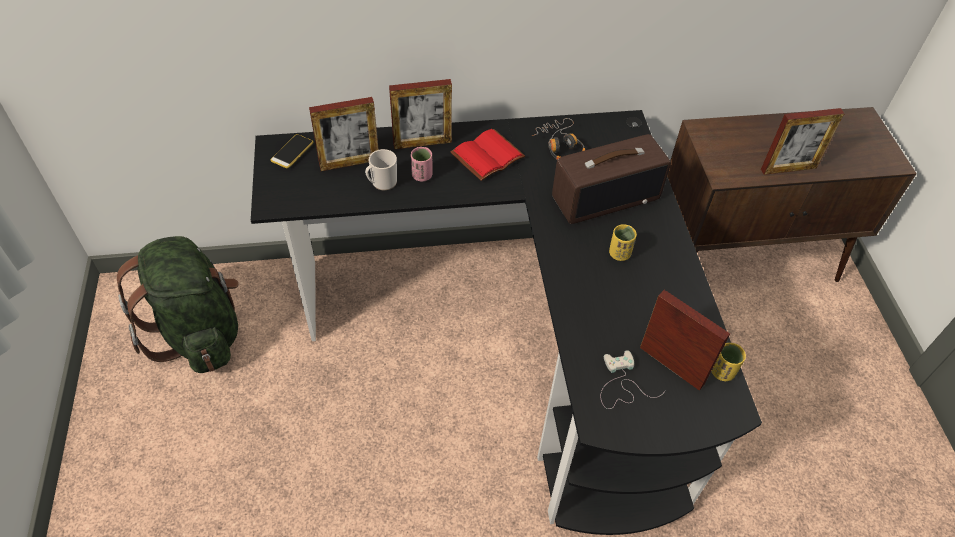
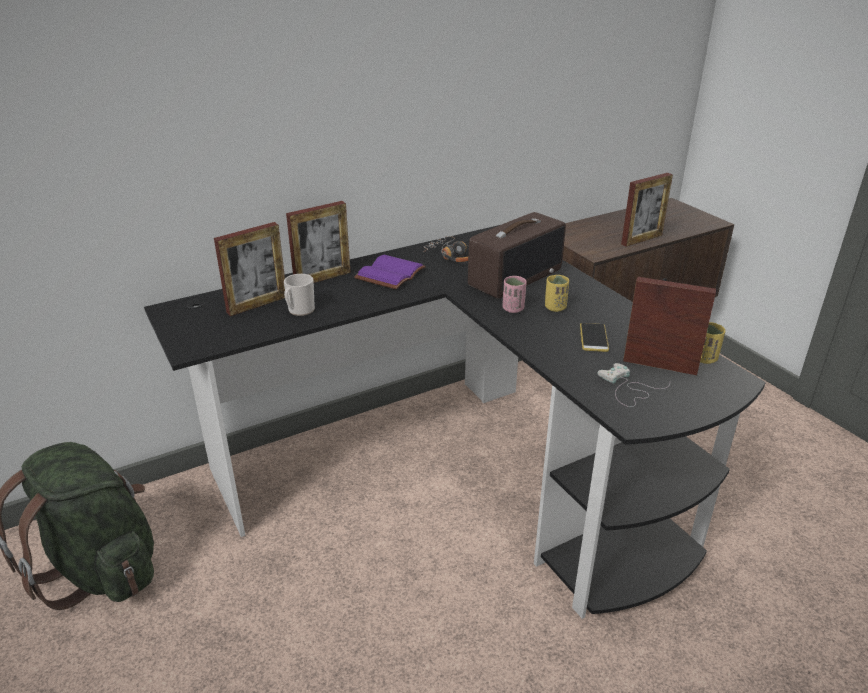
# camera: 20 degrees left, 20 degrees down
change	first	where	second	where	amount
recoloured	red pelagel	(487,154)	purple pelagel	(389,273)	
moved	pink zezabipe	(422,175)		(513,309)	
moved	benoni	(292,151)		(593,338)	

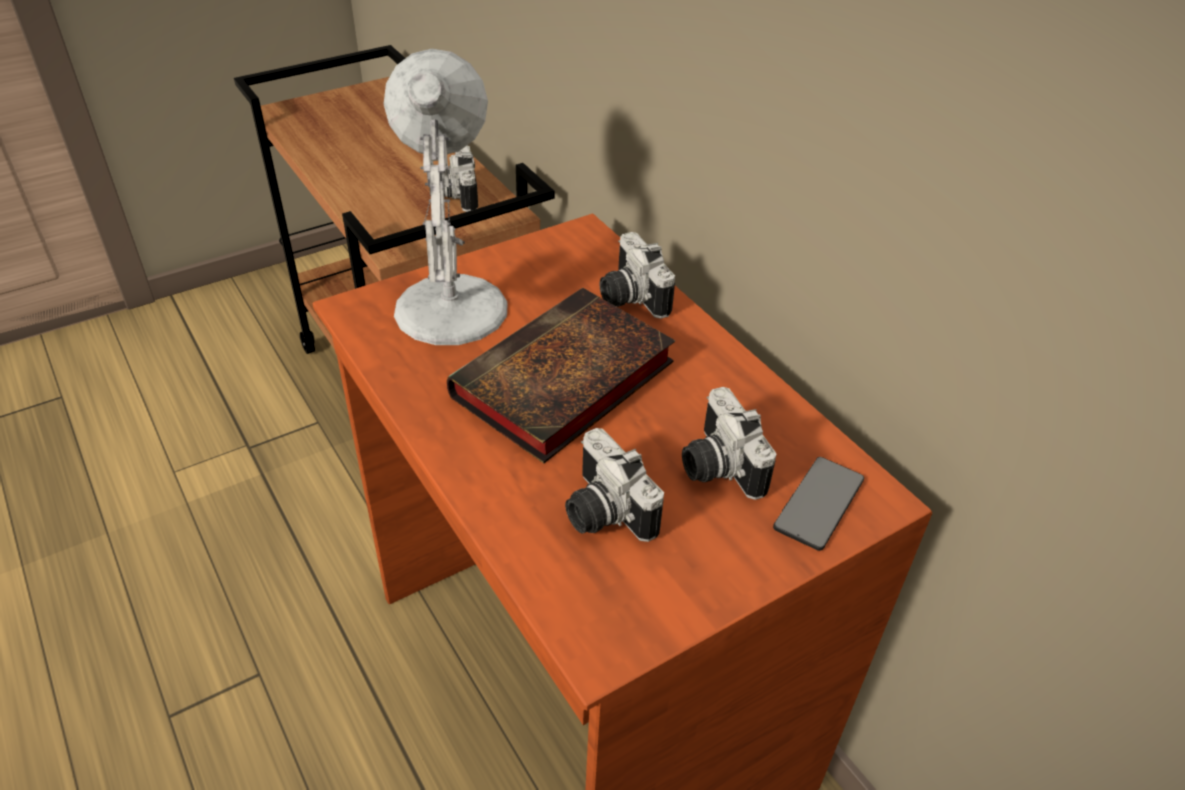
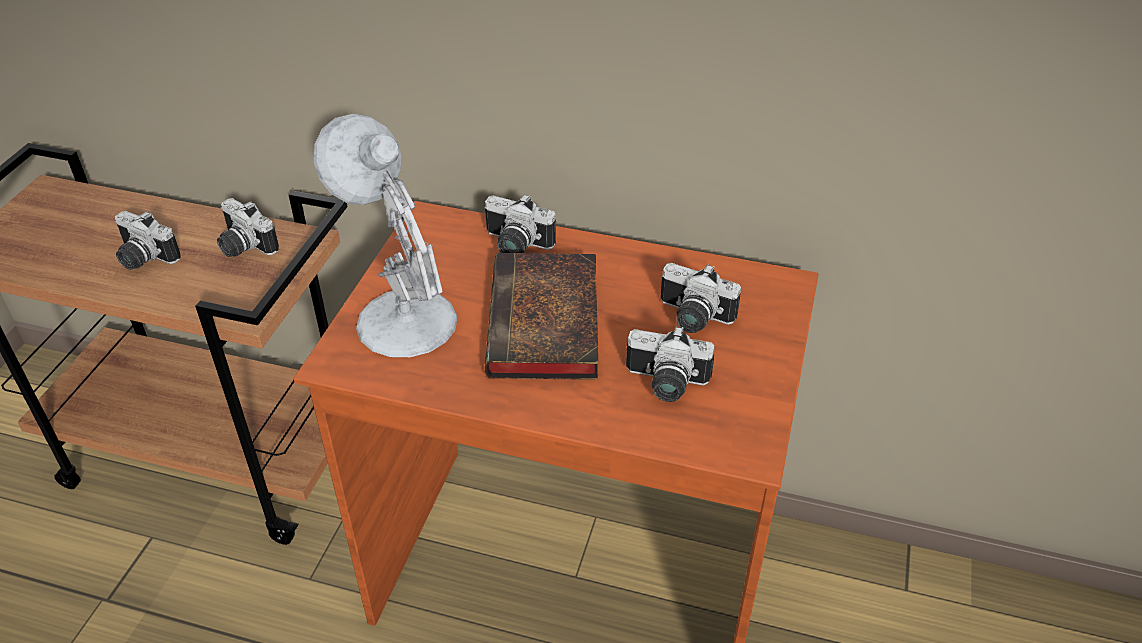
# camera: 40 degrees left, 0 degrees up
change	first	where	second	where	amount
added			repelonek	(142,258)	
removed	benoni	(818,504)			

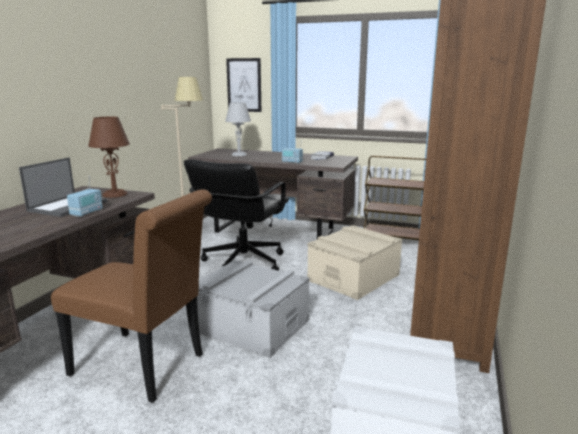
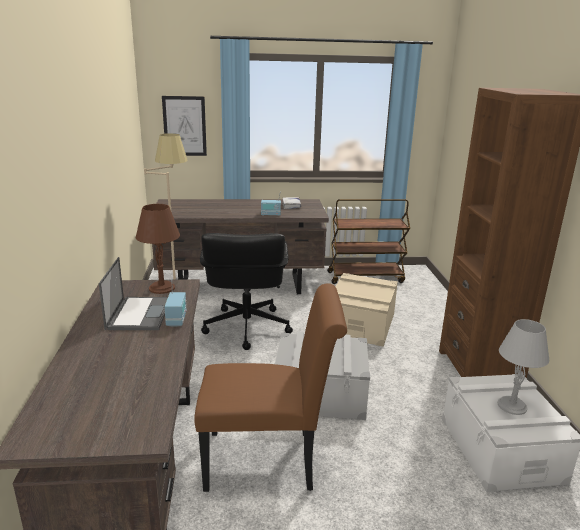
# camera: 25 degrees left, 5 degrees up
change	first	where	second	where	amount
moved	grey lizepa	(239,155)		(511,405)	

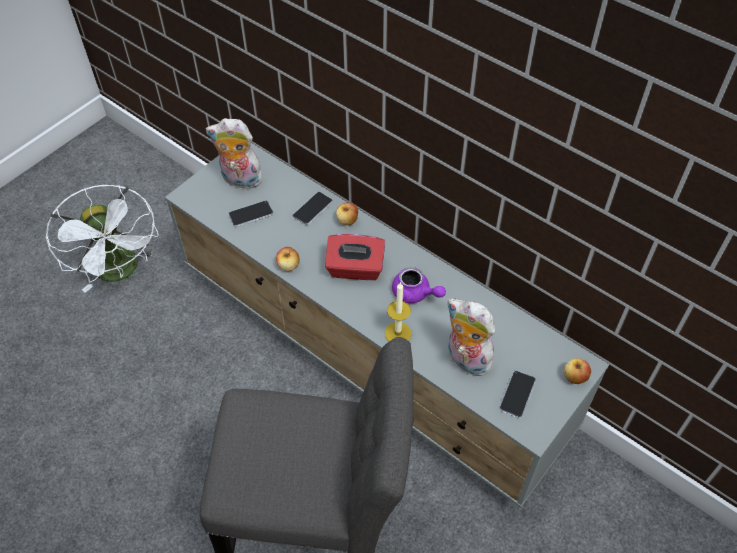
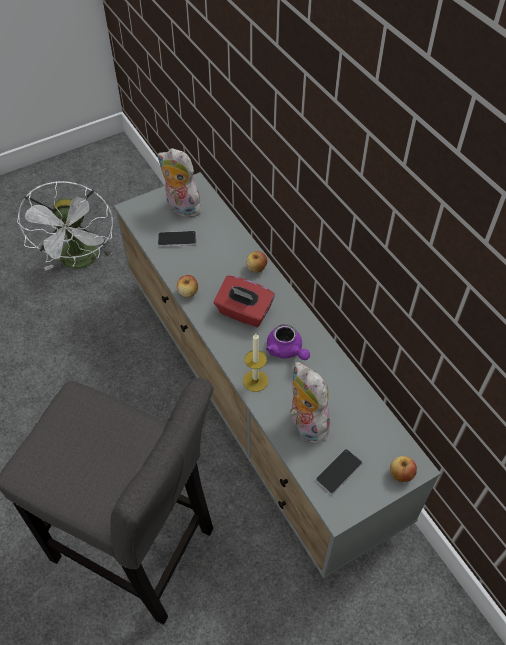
# camera: 20 degrees right, 0 degrees up
change	first	where	second	where	amount
removed	benoni	(312,209)			

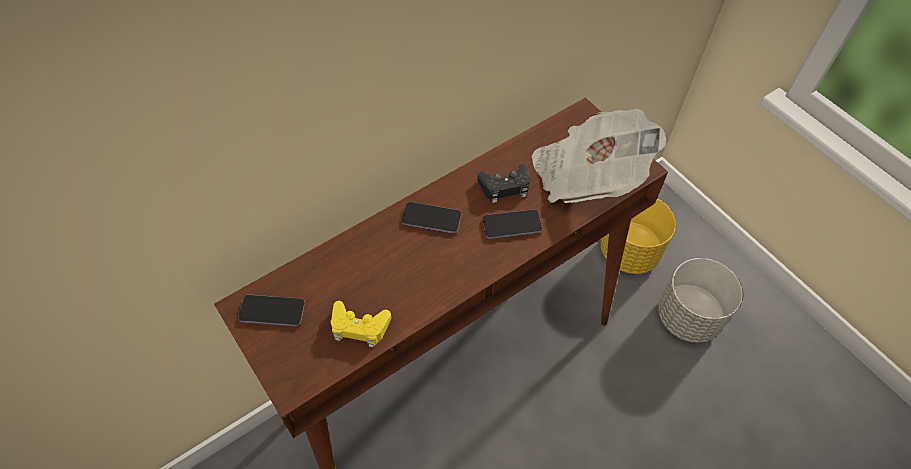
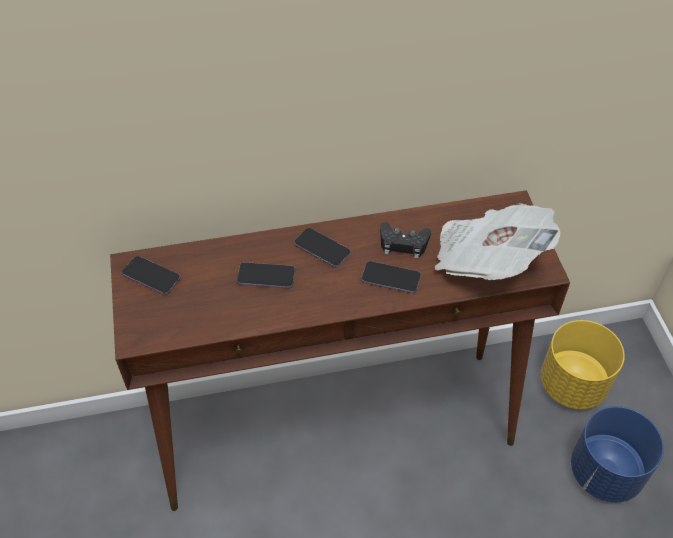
# camera: 25 degrees right, 5 degrees down
change	first	where	second	where	amount
added			benoni	(266,276)	
recoloured	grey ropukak	(688,317)	blue ropukak	(605,473)	
removed	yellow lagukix	(359,327)			

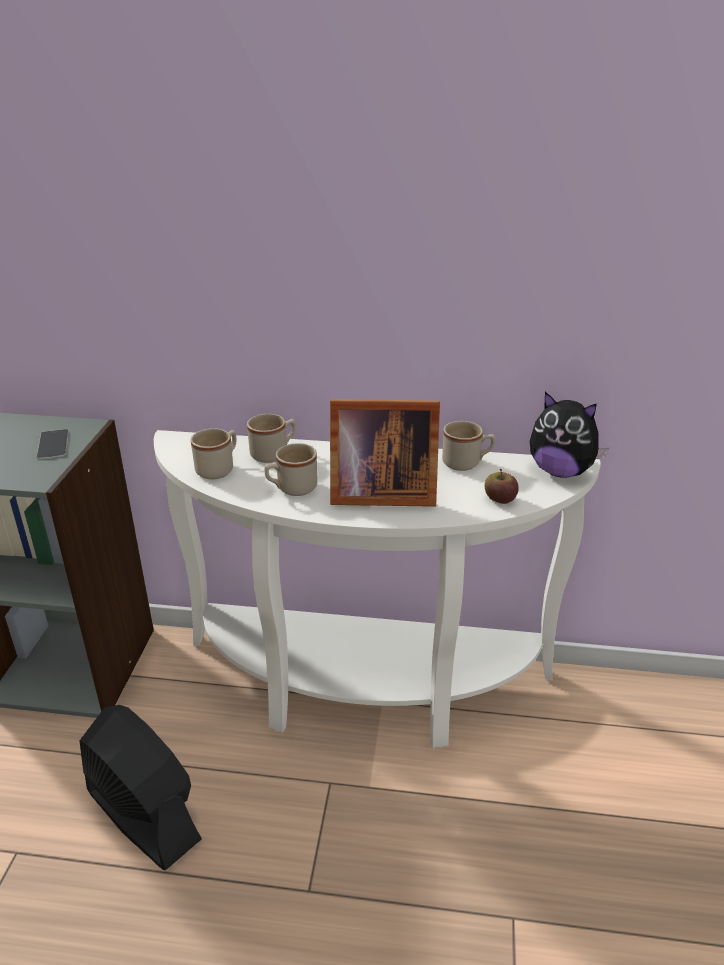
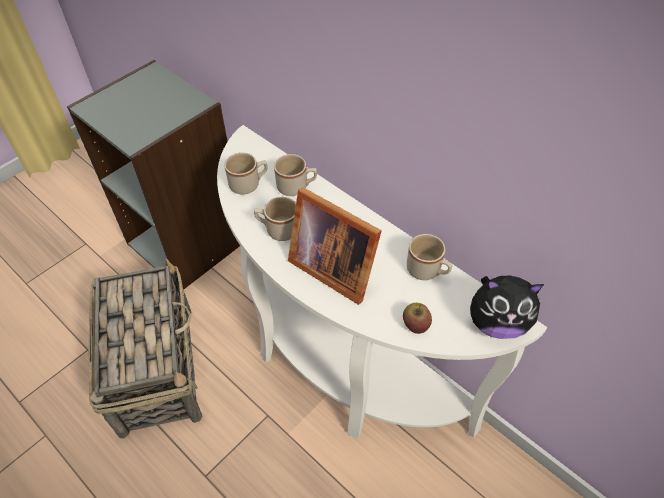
# camera: 35 degrees right, 20 degrees up
change	first	where	second	where	amount
replaced	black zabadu	(143,814)	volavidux	(157,367)	
turned	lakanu	(561,471)		(496,323)	60 degrees counterclockwise
removed	benoni	(53,444)			

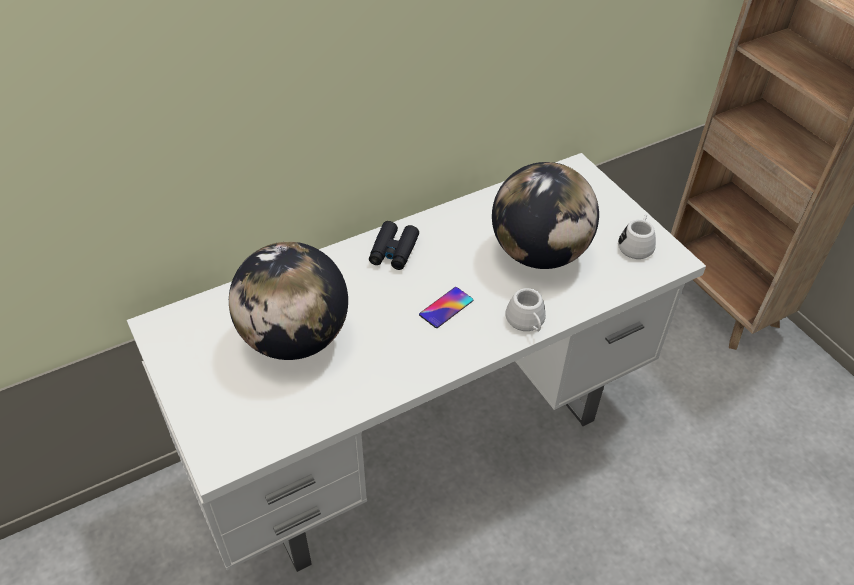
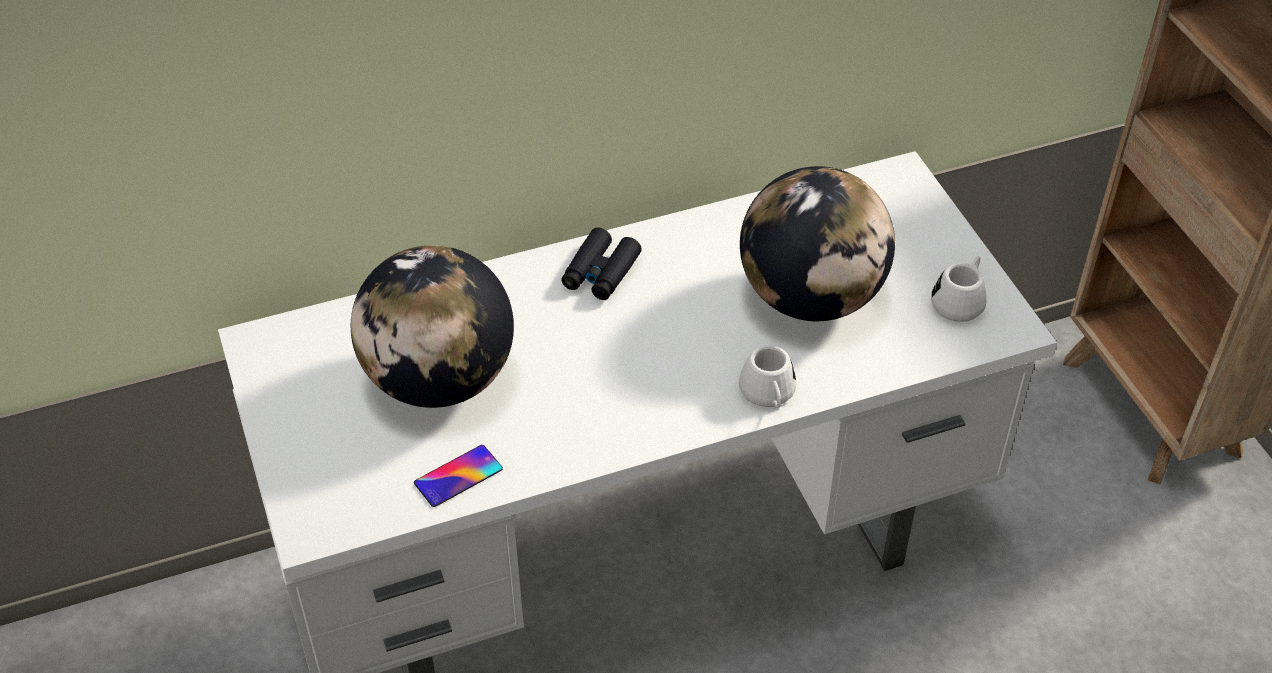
# camera: 10 degrees right, 0 degrees up
change	first	where	second	where	amount
moved	benoni	(446,307)		(458,476)	

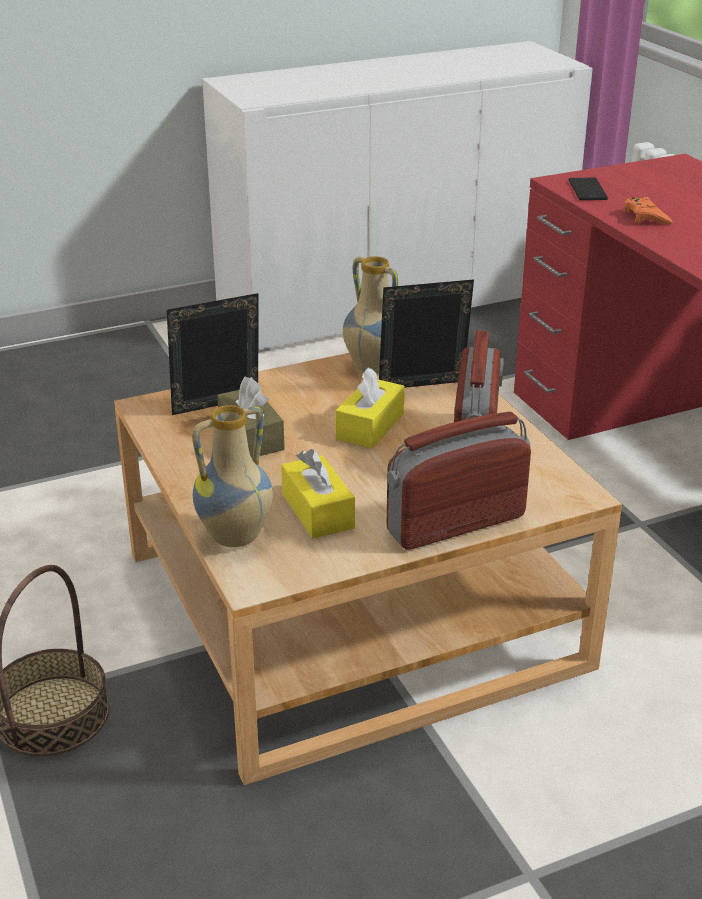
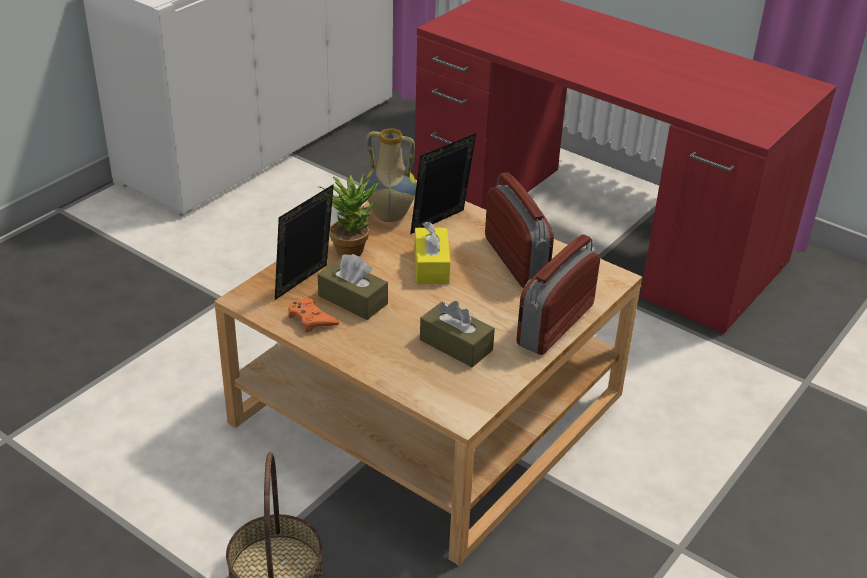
# camera: 30 degrees left, 5 degrees up
change	first	where	second	where	amount
moved	orange lagukix	(645,217)		(311,319)	
added			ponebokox	(352,247)	
recoloured	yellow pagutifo	(317,511)	brown pagutifo	(456,345)	
removed	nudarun	(235,538)			
removed	benoni	(587,190)			

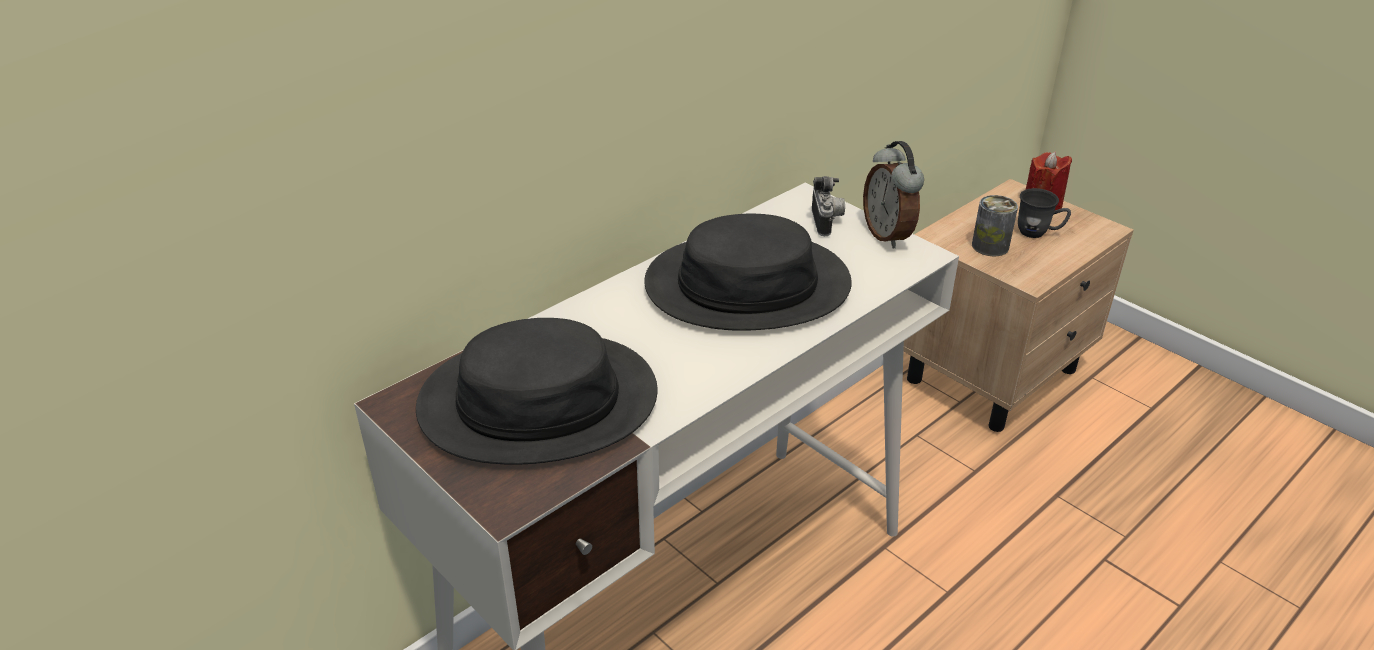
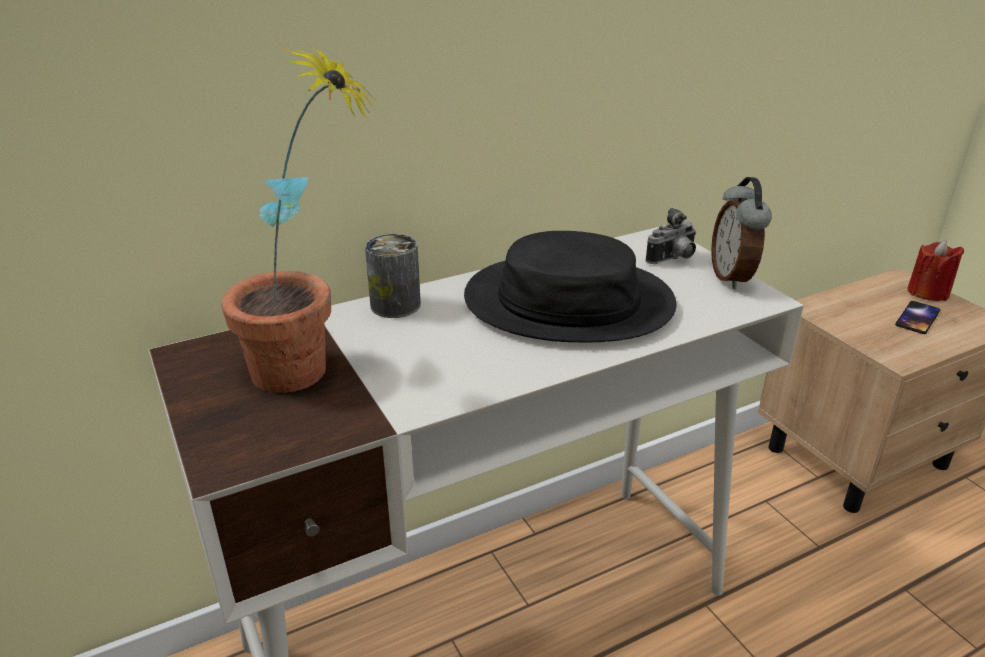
# camera: 15 degrees right, 5 degrees down
change	first	where	second	where	amount
replaced	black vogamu	(538,401)	ponebokox	(312,373)	
moved	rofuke	(990,246)		(395,305)	
turned	repelonek	(827,222)		(673,259)	45 degrees clockwise
replaced	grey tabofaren	(1038,233)	benoni	(917,318)	

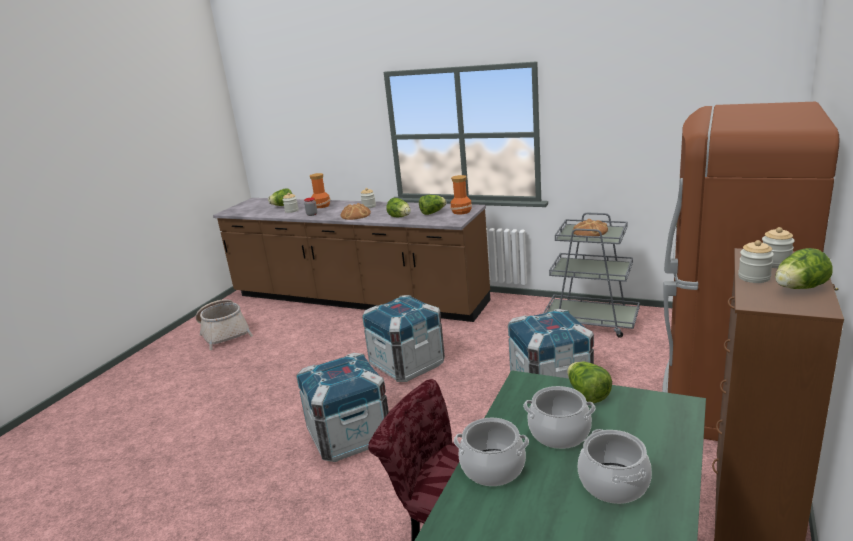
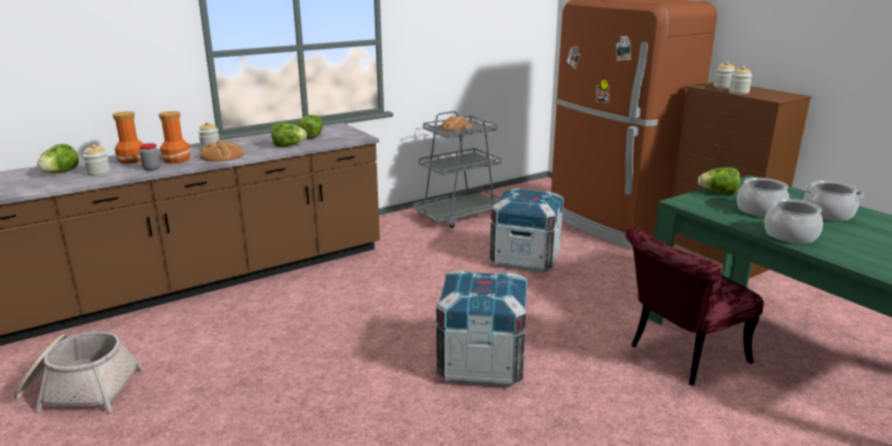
# camera: 60 degrees left, 0 degrees up
change	first	where	second	where	amount
moved	nudarun	(461,211)		(177,160)	
removed	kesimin	(407,364)			
removed	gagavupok	(799,288)			

